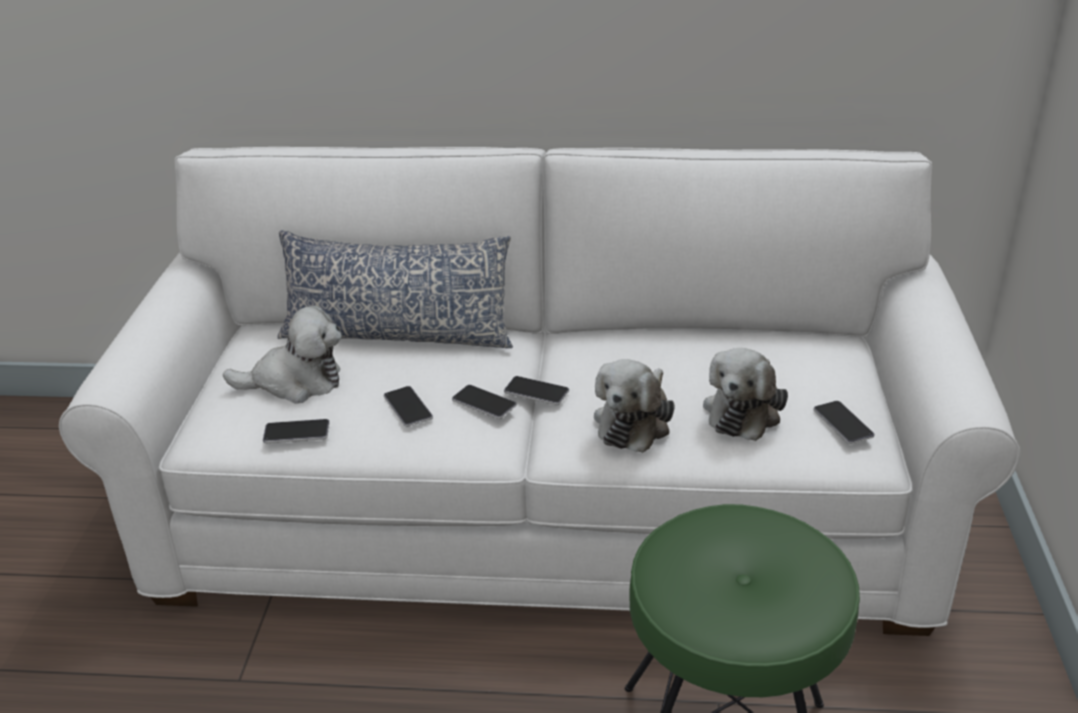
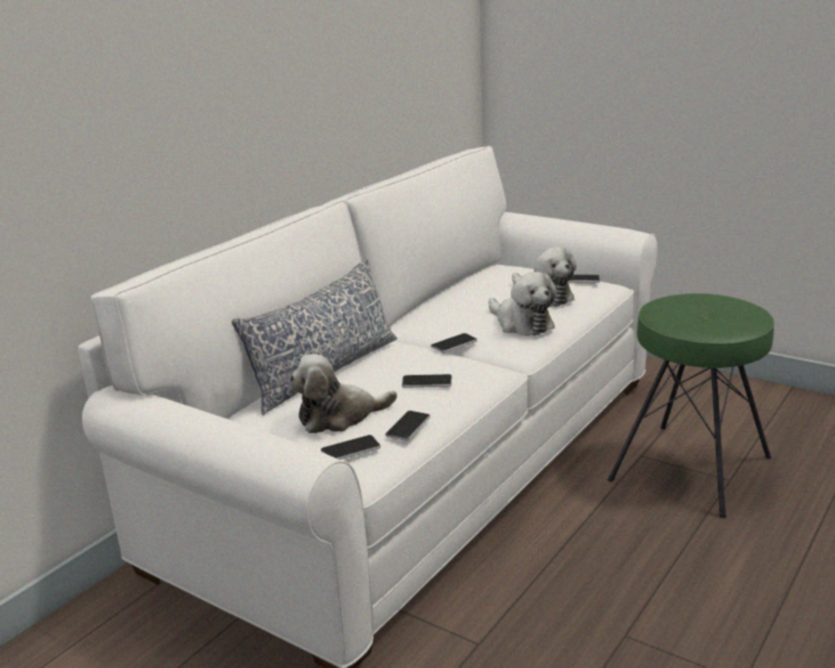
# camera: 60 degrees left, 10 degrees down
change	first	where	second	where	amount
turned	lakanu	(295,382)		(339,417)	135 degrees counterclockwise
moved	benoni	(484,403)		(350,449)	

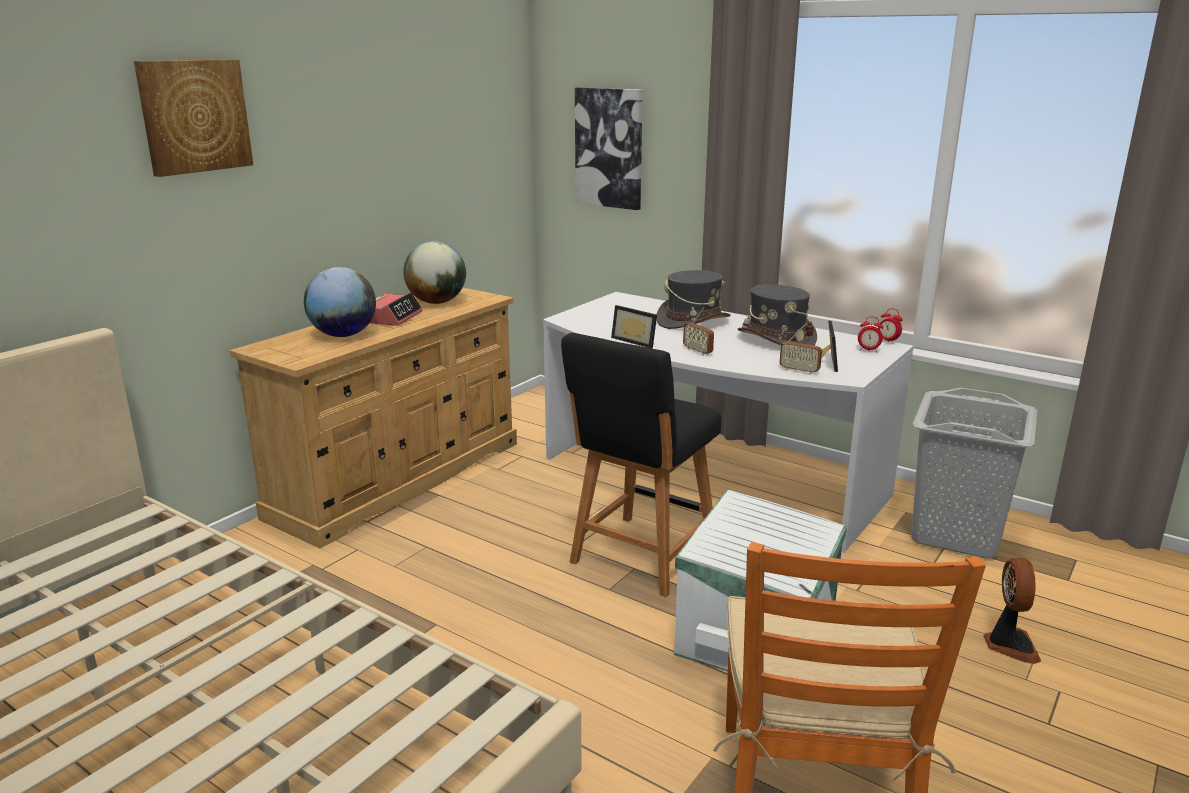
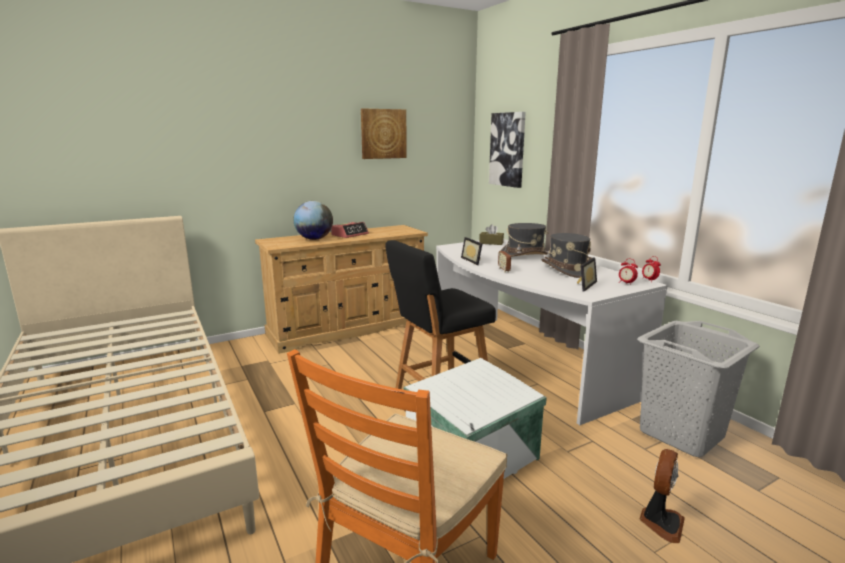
# camera: 25 degrees right, 5 degrees down
change	first	where	second	where	amount
moved	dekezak	(194,116)		(383,134)	
added			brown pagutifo	(491,243)	
removed	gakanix	(437,302)			
removed	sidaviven	(799,371)			

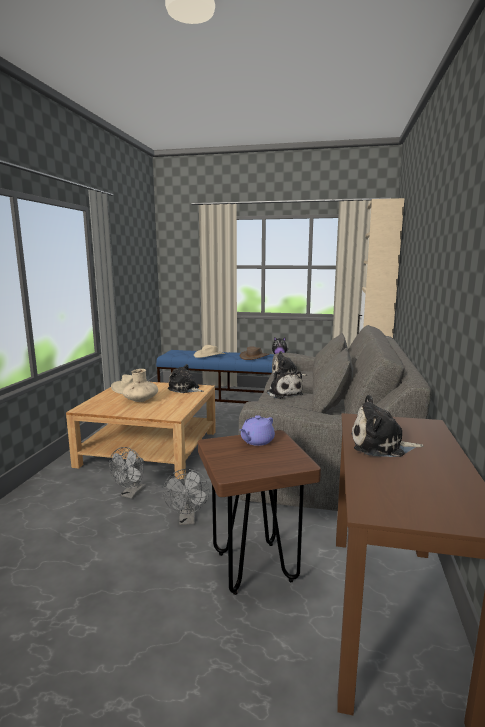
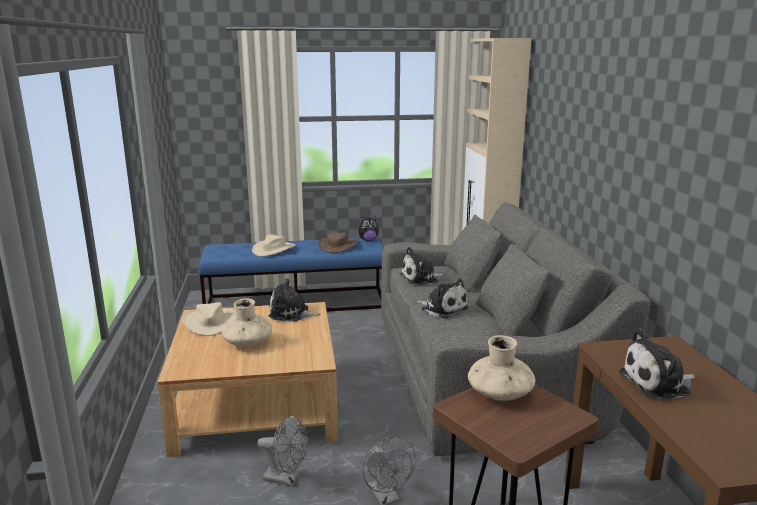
# camera: 20 degrees left, 5 degrees up
change	first	where	second	where	amount
turned	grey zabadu	(131,494)		(286,478)	75 degrees counterclockwise
replaced	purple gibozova	(256,441)	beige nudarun	(500,394)	

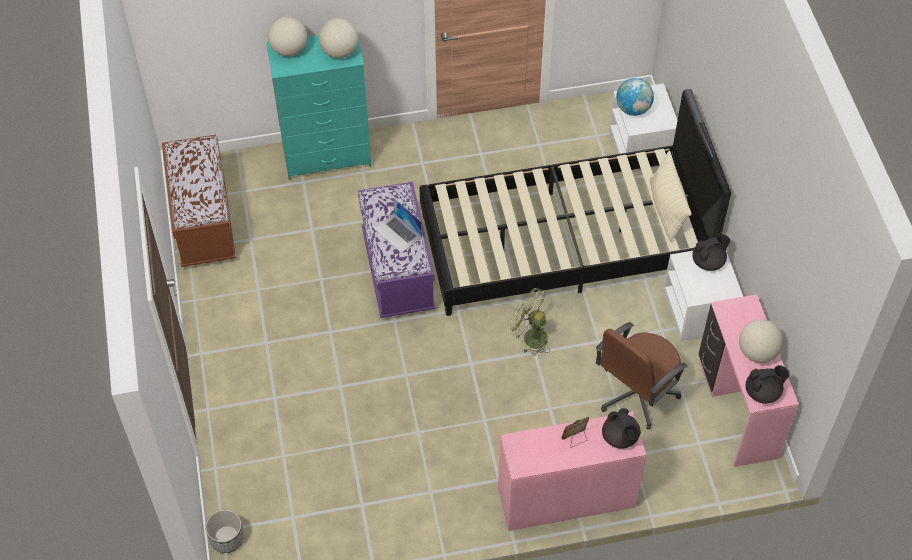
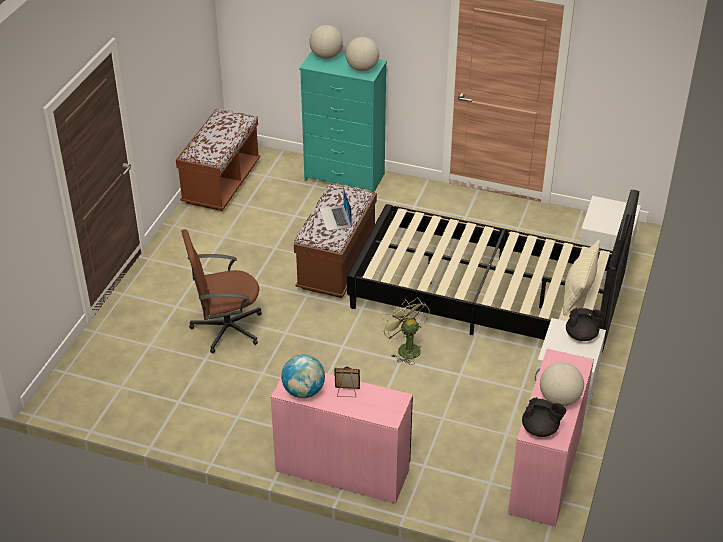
# camera: 30 degrees right, 15 degrees down
change	first	where	second	where	amount
moved	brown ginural	(636,394)		(226,328)	
moved	gakanix	(633,109)		(303,391)	
recoloured	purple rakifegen	(398,271)	brown rakifegen	(337,265)	
removed	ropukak	(227,538)			
removed	black gibozova	(620,437)			

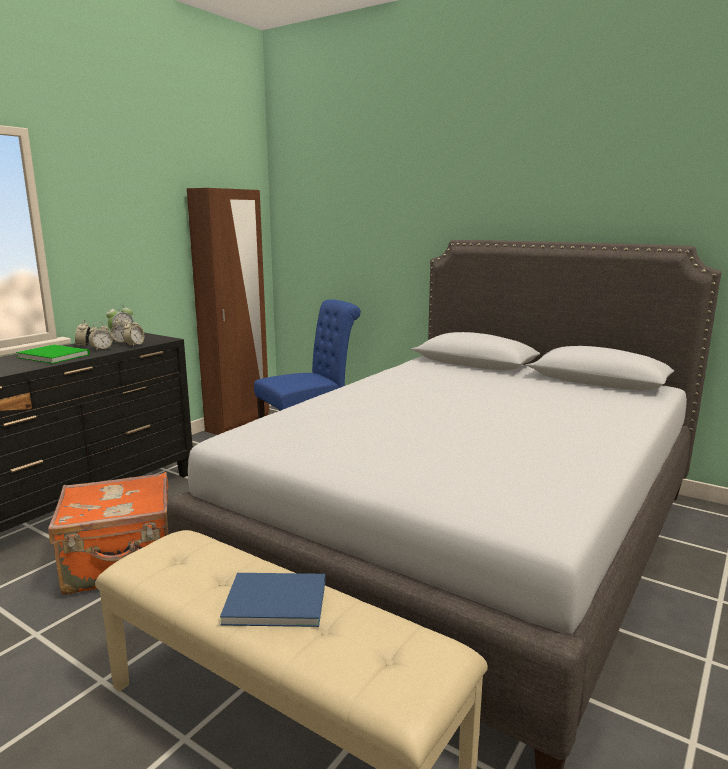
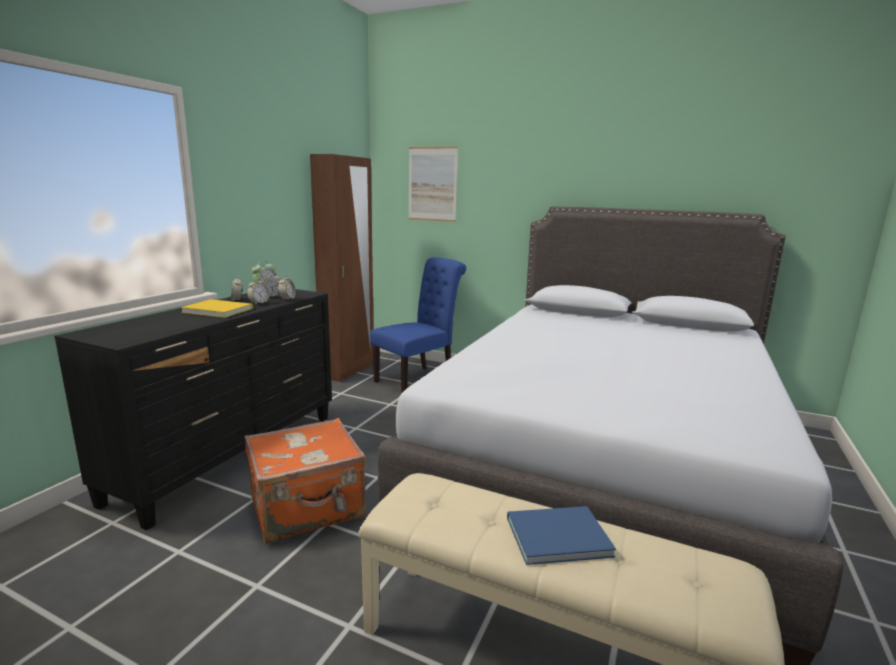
# camera: 10 degrees left, 0 degrees up
change	first	where	second	where	amount
recoloured	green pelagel	(53,355)	yellow pelagel	(217,310)	
added			dekezak	(432,184)	

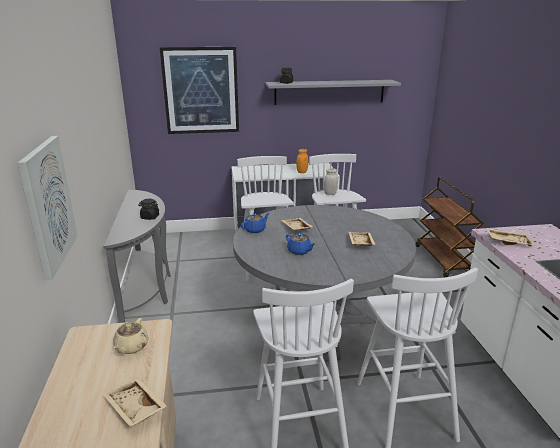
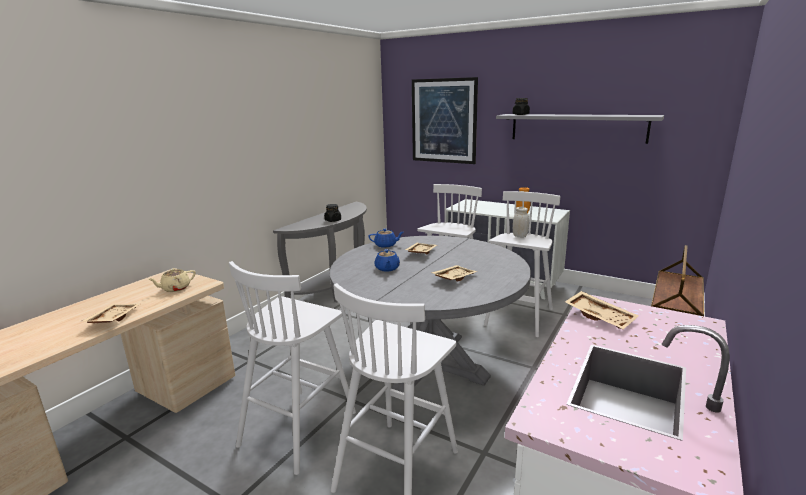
# camera: 40 degrees right, 5 degrees down
change	first	where	second	where	amount
removed	dekezak	(48,205)			

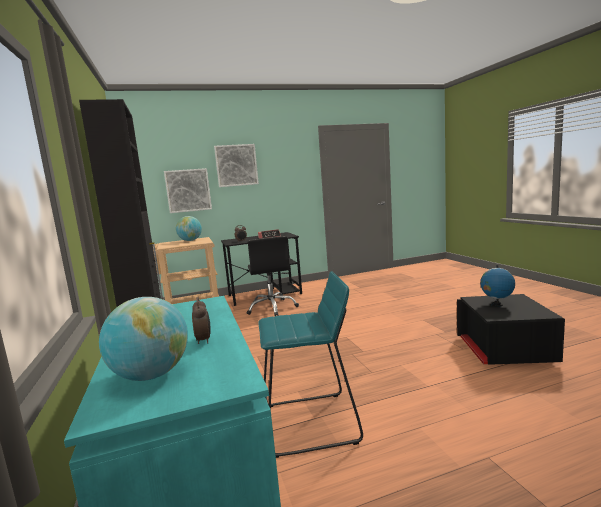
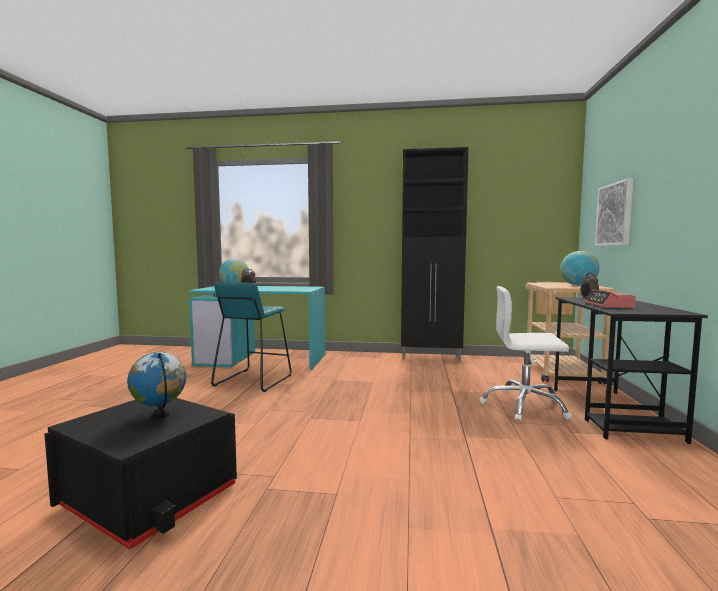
# camera: 115 degrees right, 5 degrees down
change	first	where	second	where	amount
recoloured	black ginural	(272,308)	white ginural	(524,406)	
removed	dekezak	(236,165)			

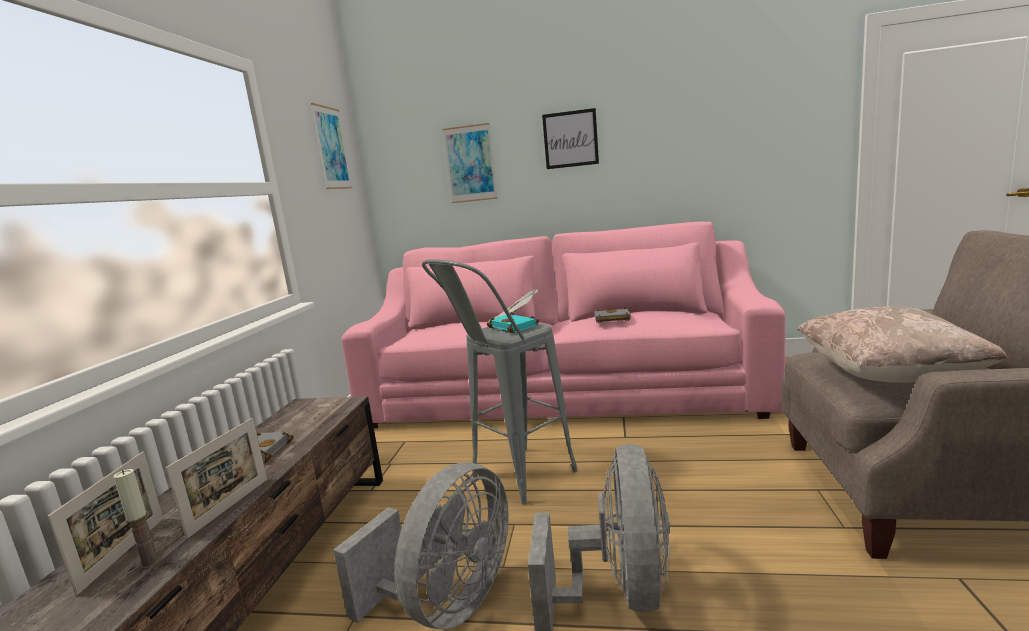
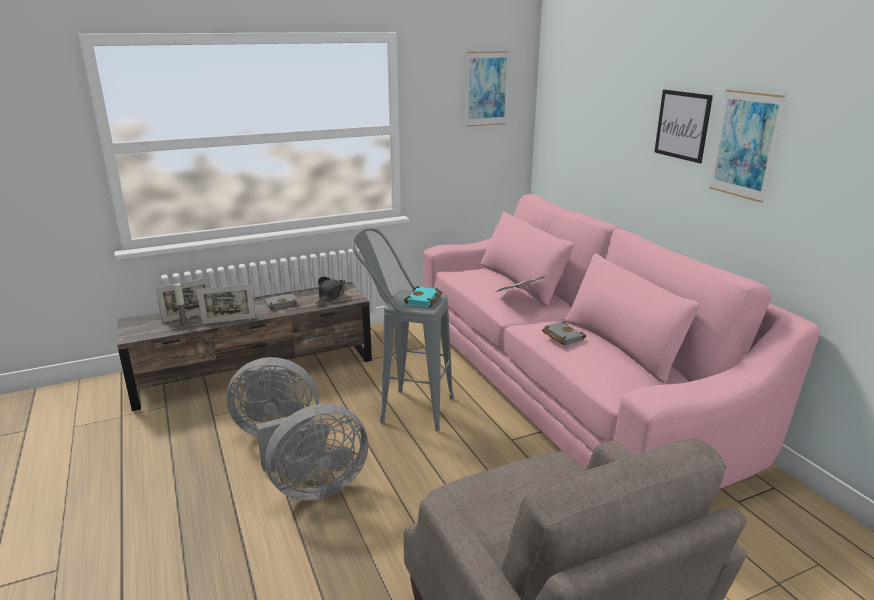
# camera: 55 degrees right, 10 degrees up
change	first	where	second	where	amount
added			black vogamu	(331,296)	
moved	dekezak	(470,164)		(745,145)	
removed	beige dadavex	(887,375)			

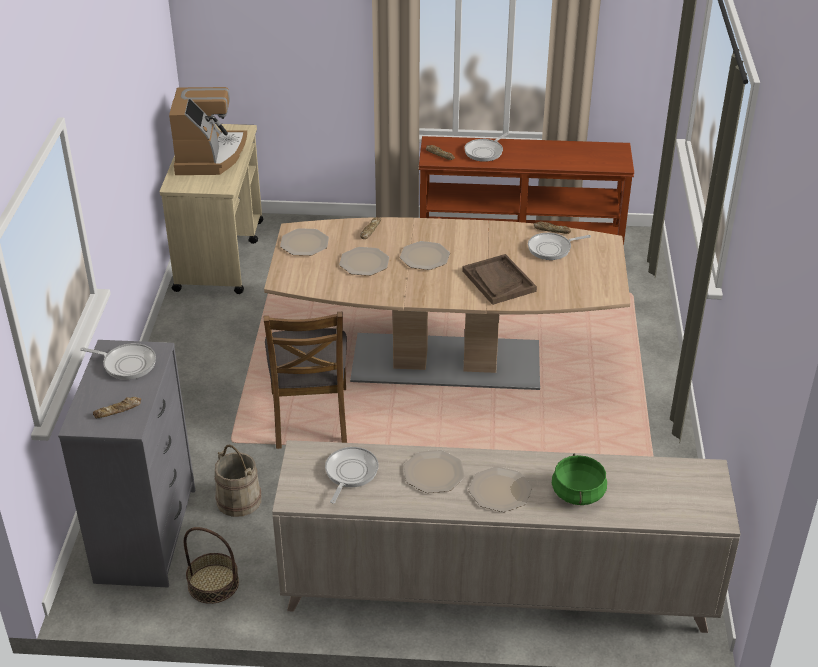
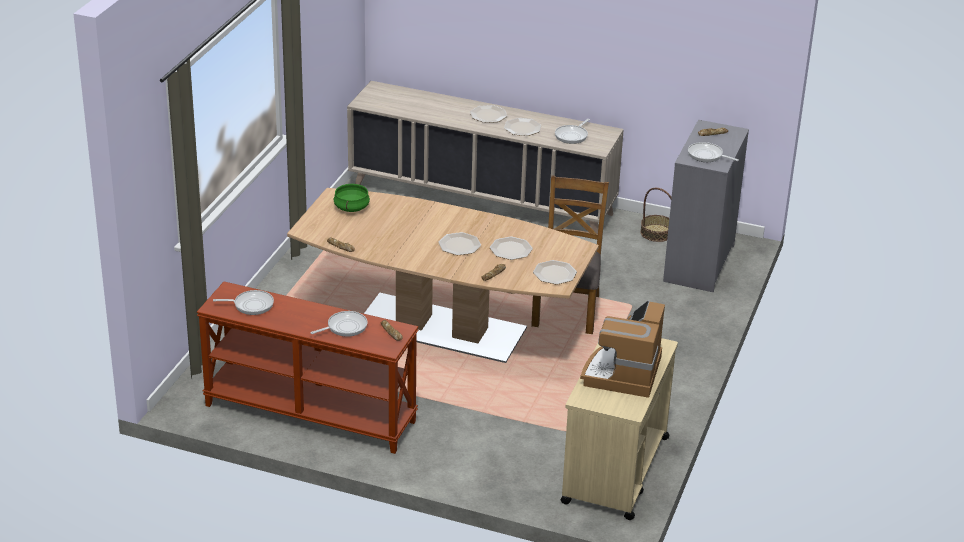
# camera: 165 degrees left, 5 degrees down
change	first	where	second	where	amount
moved	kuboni	(552,249)		(251,305)	
moved	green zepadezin	(577,493)		(352,207)	
removed	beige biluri	(239,500)			
removed	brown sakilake	(498,281)			

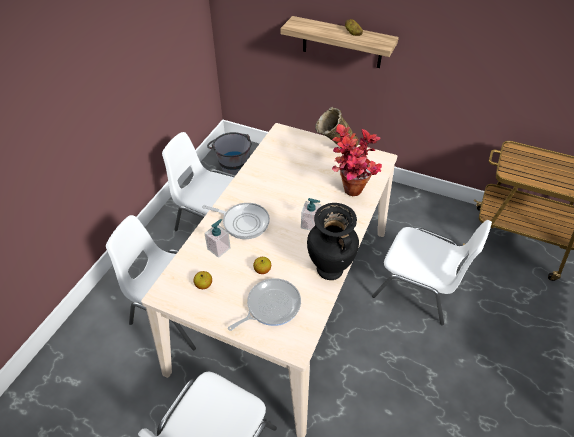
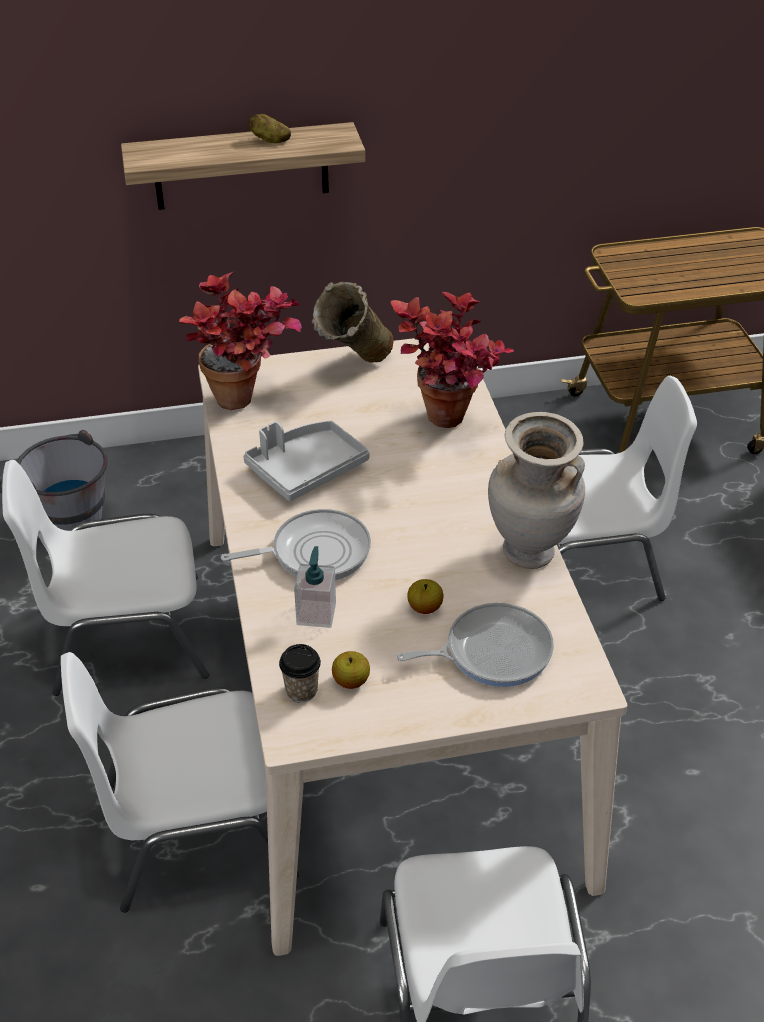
# camera: 35 degrees left, 5 degrees down
change	first	where	second	where	amount
added			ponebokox	(248,402)	
added			grey sakilake	(306,469)	
added			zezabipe	(301,690)	
turned	kuboni	(270,306)		(492,651)	60 degrees clockwise
recoloured	black nudarun	(329,271)	beige nudarun	(528,554)	
removed	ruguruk	(310,224)			

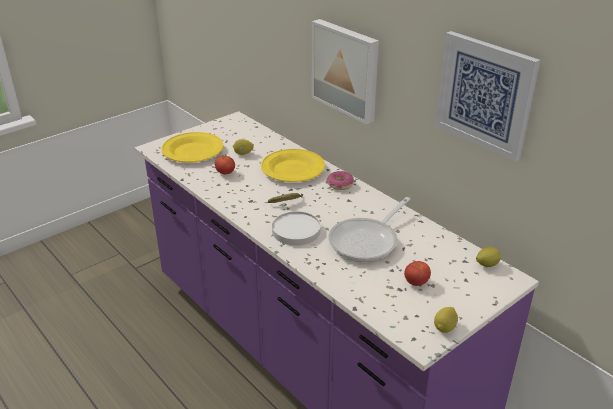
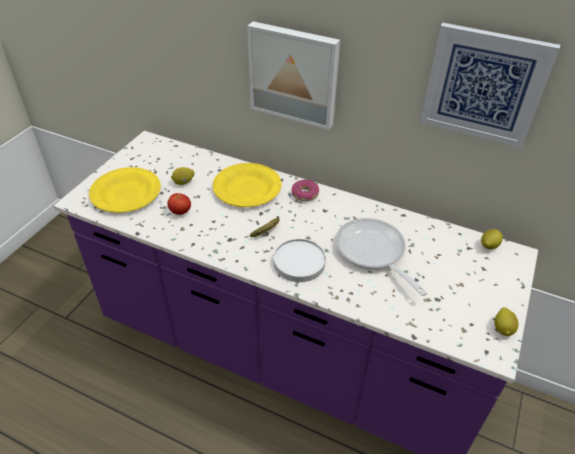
# camera: 25 degrees left, 10 degrees up
change	first	where	second	where	amount
turned	kuboni	(367,241)		(373,253)	135 degrees clockwise
removed	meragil	(416,282)			

